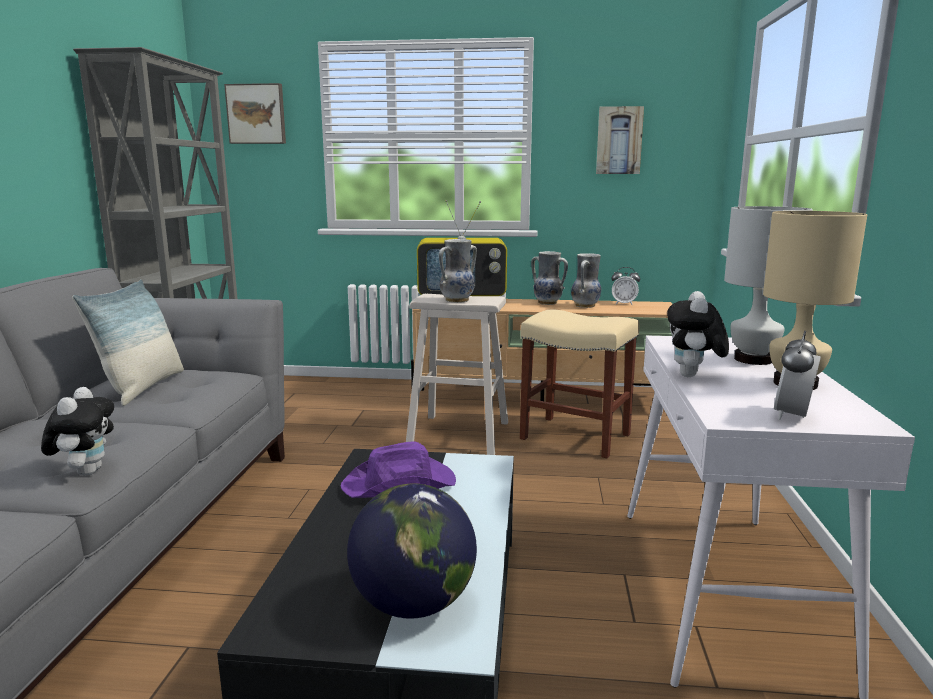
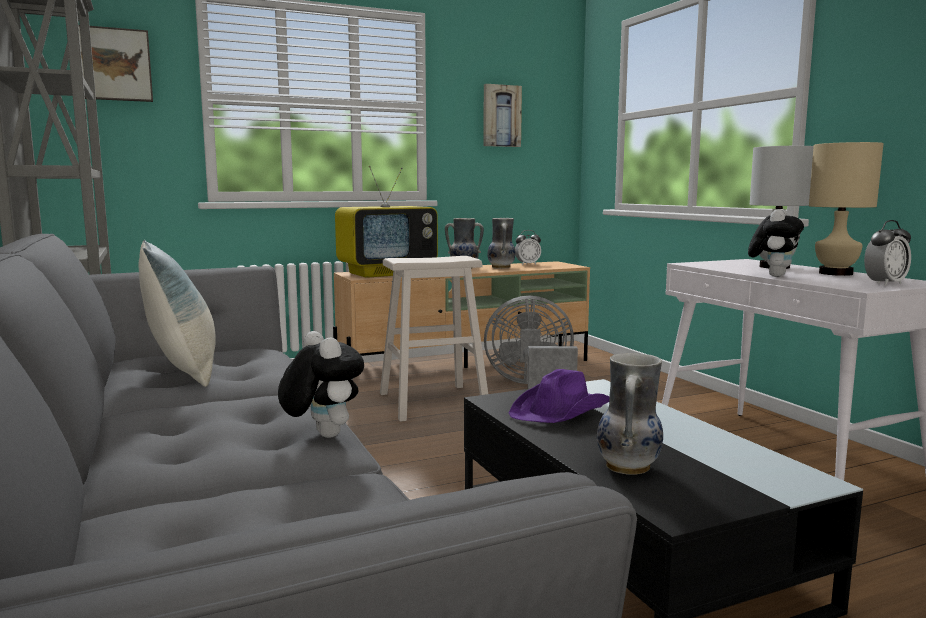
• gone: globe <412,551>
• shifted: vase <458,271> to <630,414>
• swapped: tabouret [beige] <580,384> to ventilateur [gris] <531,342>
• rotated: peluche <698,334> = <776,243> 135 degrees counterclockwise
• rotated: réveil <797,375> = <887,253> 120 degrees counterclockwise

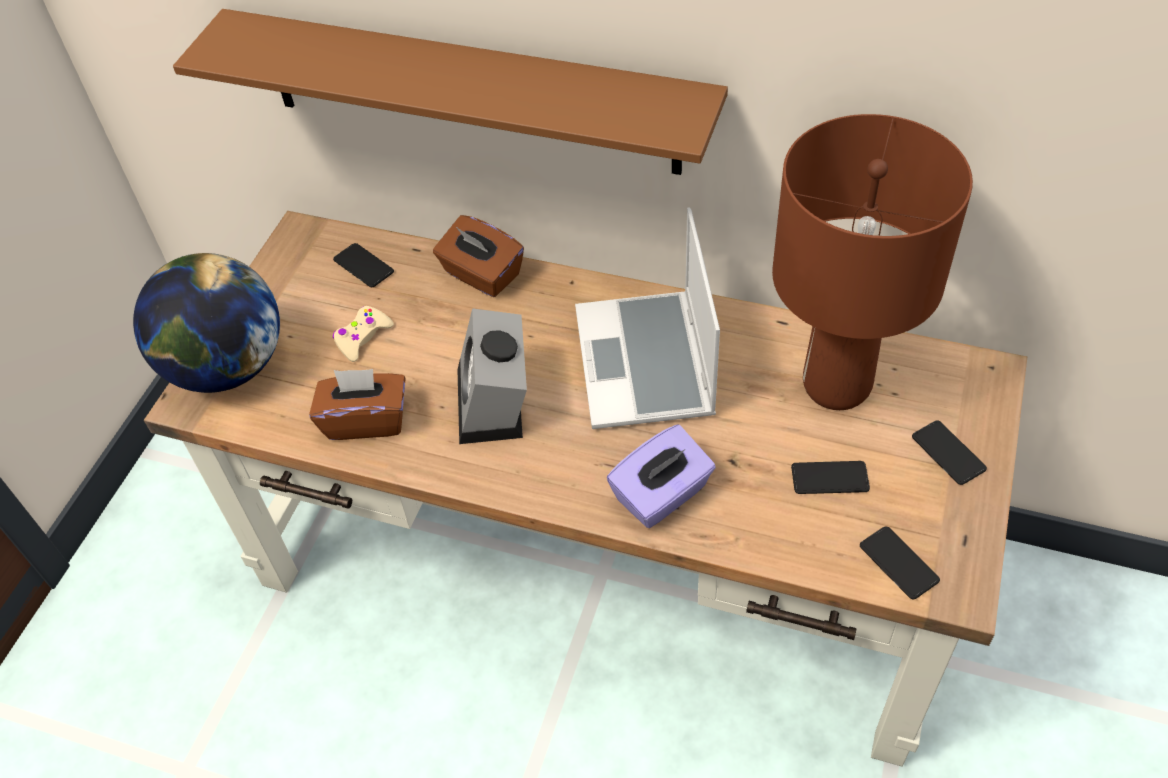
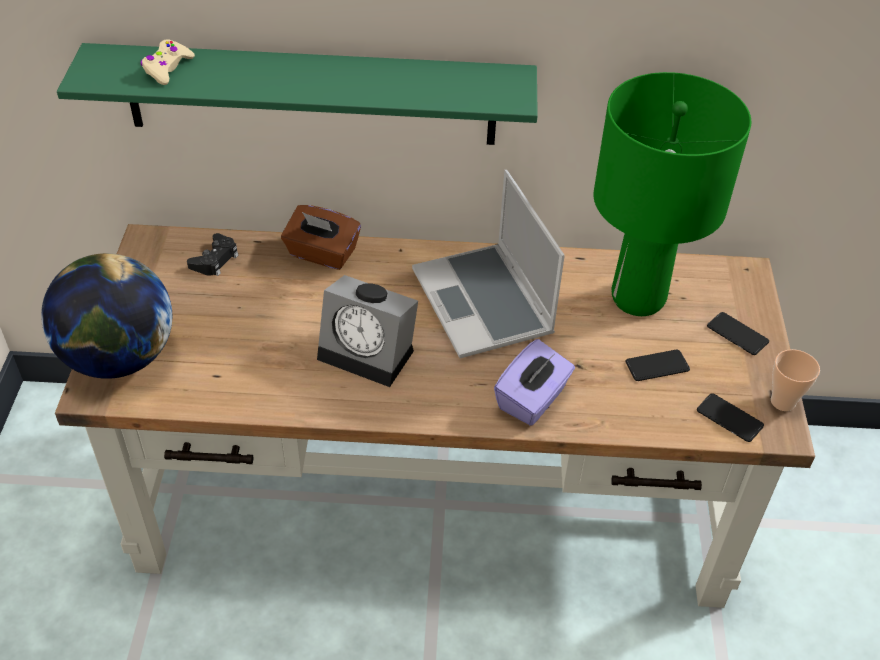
• repainted: étagère [marron] <450,92> to étagère [vert] <297,94>
• gone: boîte à mouchoirs [marron] <357,404>
• swapped: téléphone <363,265> to manette [noir] <213,254>
• shifted: manette [beige] <363,334> to <168,62>
• rotated: réveil <492,376> = <367,331> 45 degrees counterclockwise
• repainted: lampe de table [marron] <872,262> to lampe de table [vert] <672,194>
• new: tasse <795,380>

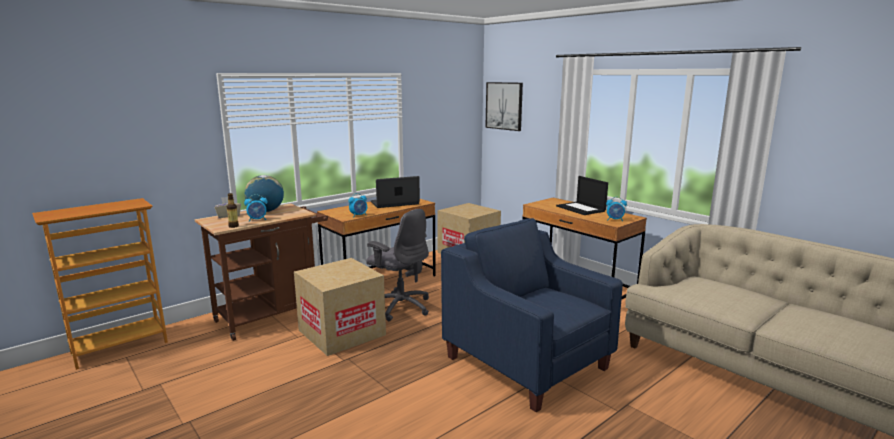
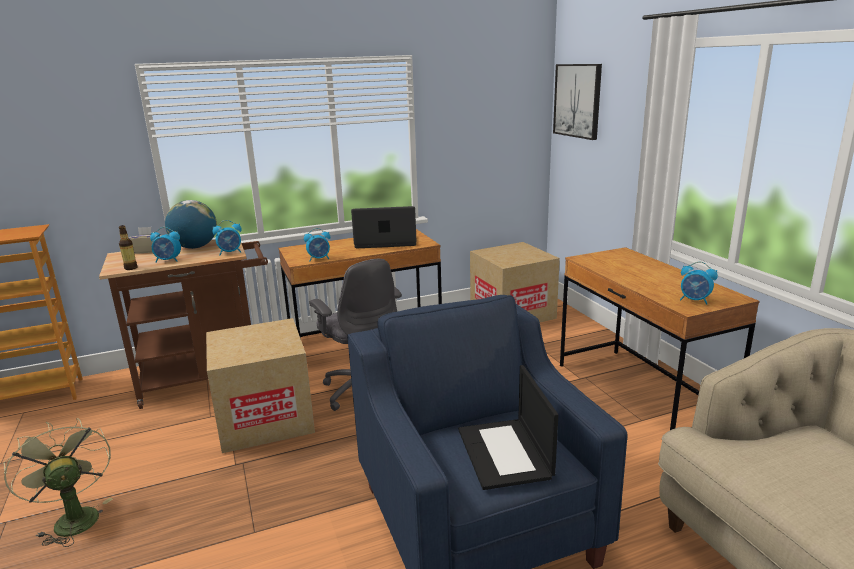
• shifted: ordinateur portable <582,195> to <508,427>
• new: ventilateur [vert] <58,482>
• new: réveil <227,237>

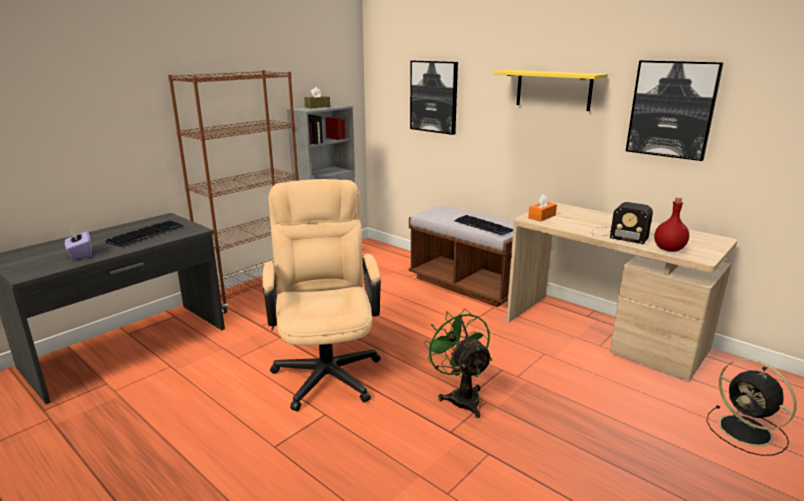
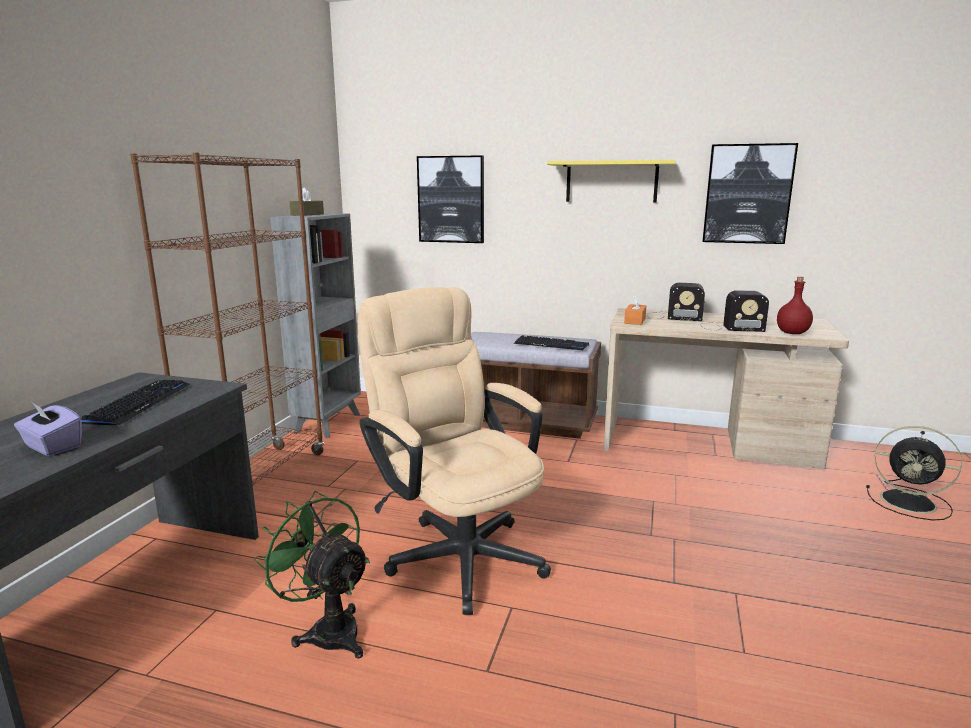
• shifted: ventilateur [vert] <458,363> to <312,575>
• new: radio <675,302>

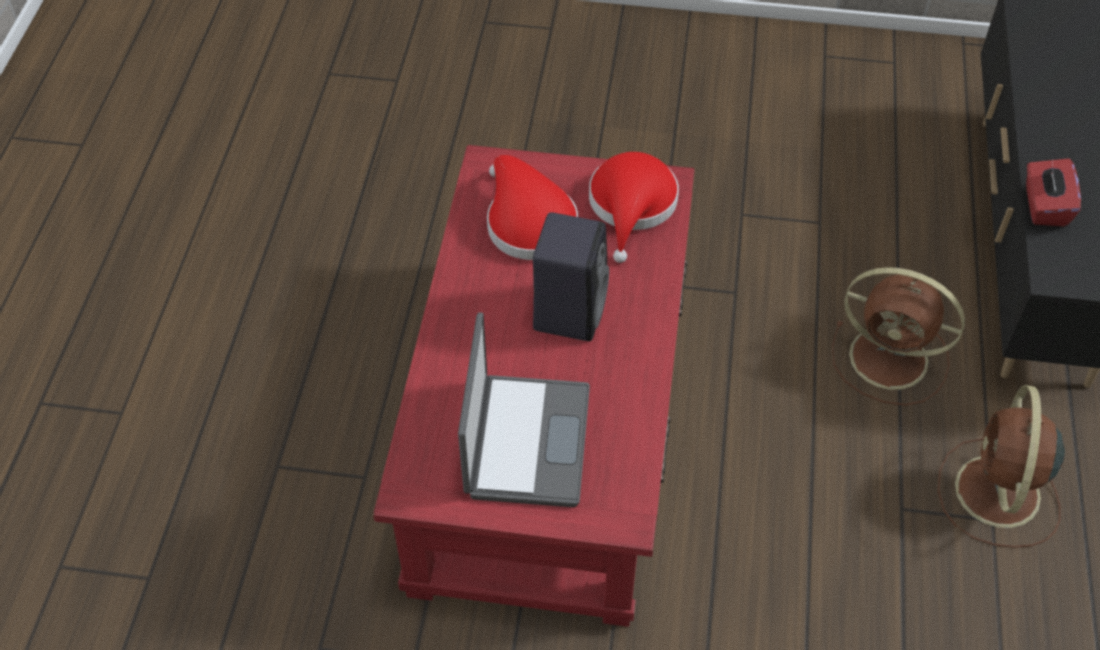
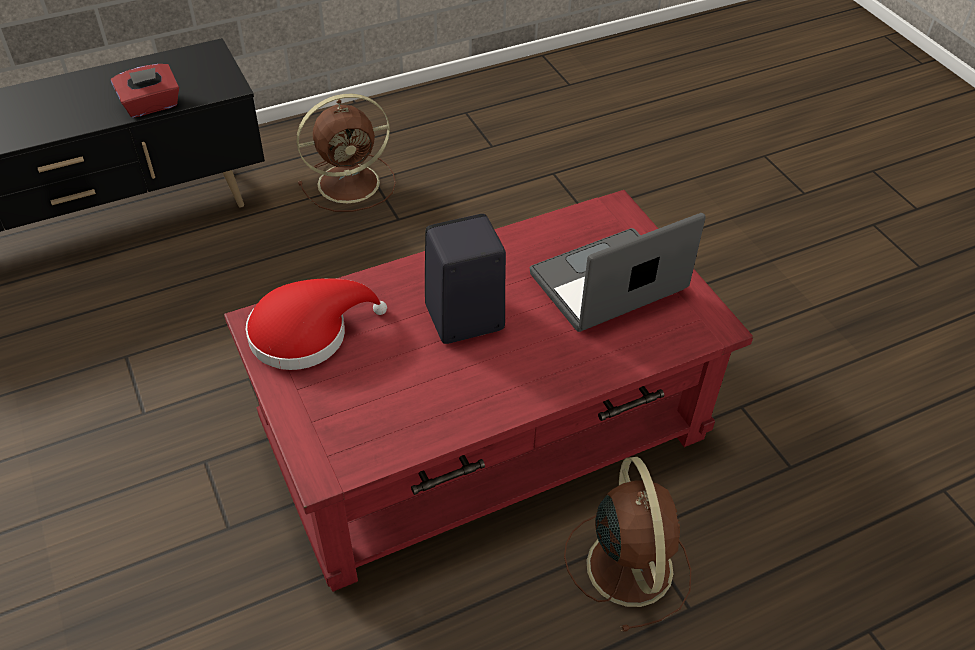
• gone: chapeau [rouge] <532,207>
• shifted: ventilateur [marron] <898,336> to <627,544>

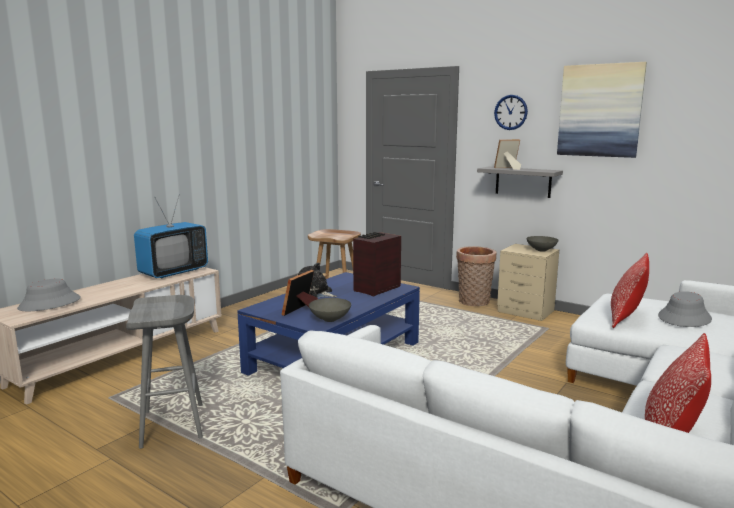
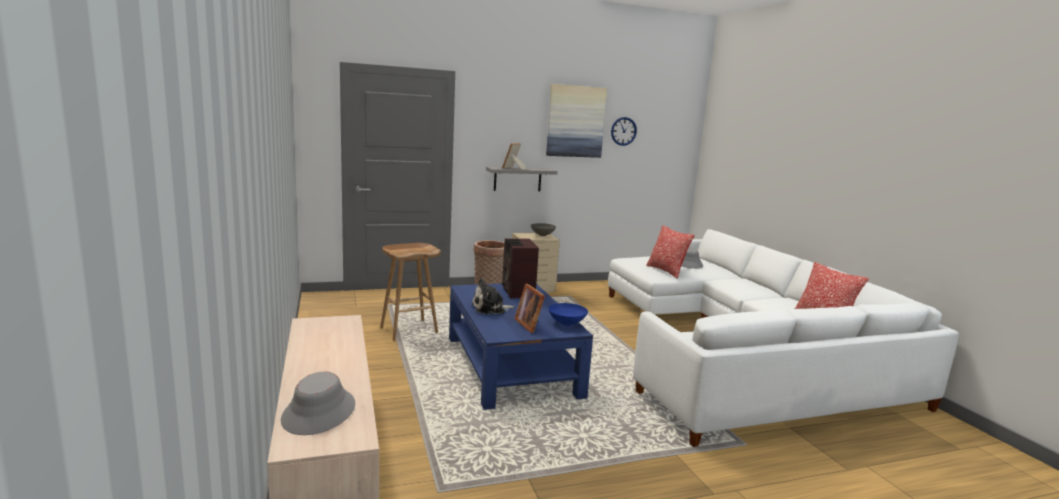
• gone: tabouret [gris] <164,372>
• gone: téléviseur <171,237>
• repainted: bol [gris] <330,310> to bol [bleu] <568,314>
• shifted: horloge murale <511,112> to <624,131>

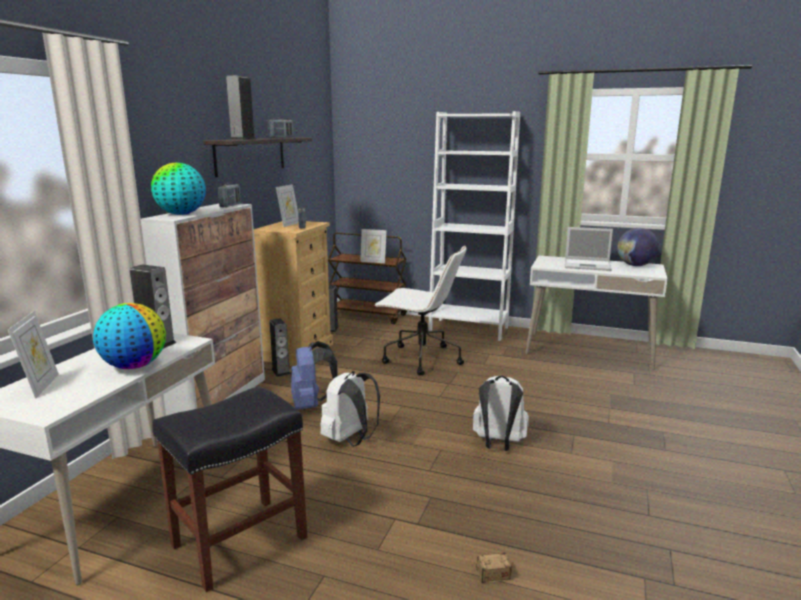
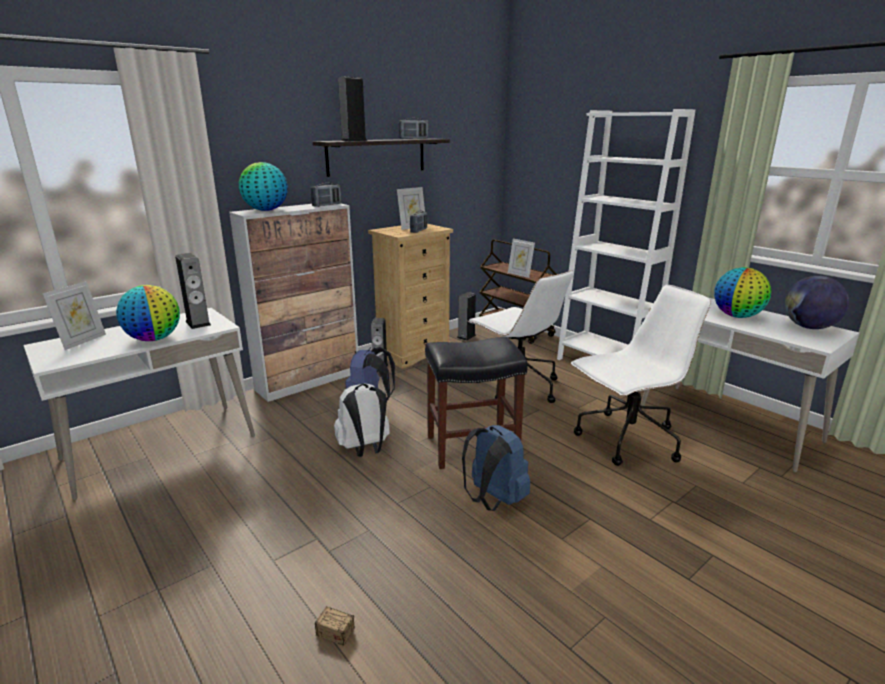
• shifted: tabouret [noir] <229,489> to <476,403>
• repainted: sac à dos [blanc] <501,413> to sac à dos [bleu] <496,468>
• swapped: ordinateur portable <589,249> to globe <742,292>
• new: chaise de bureau [blanc] <641,375>

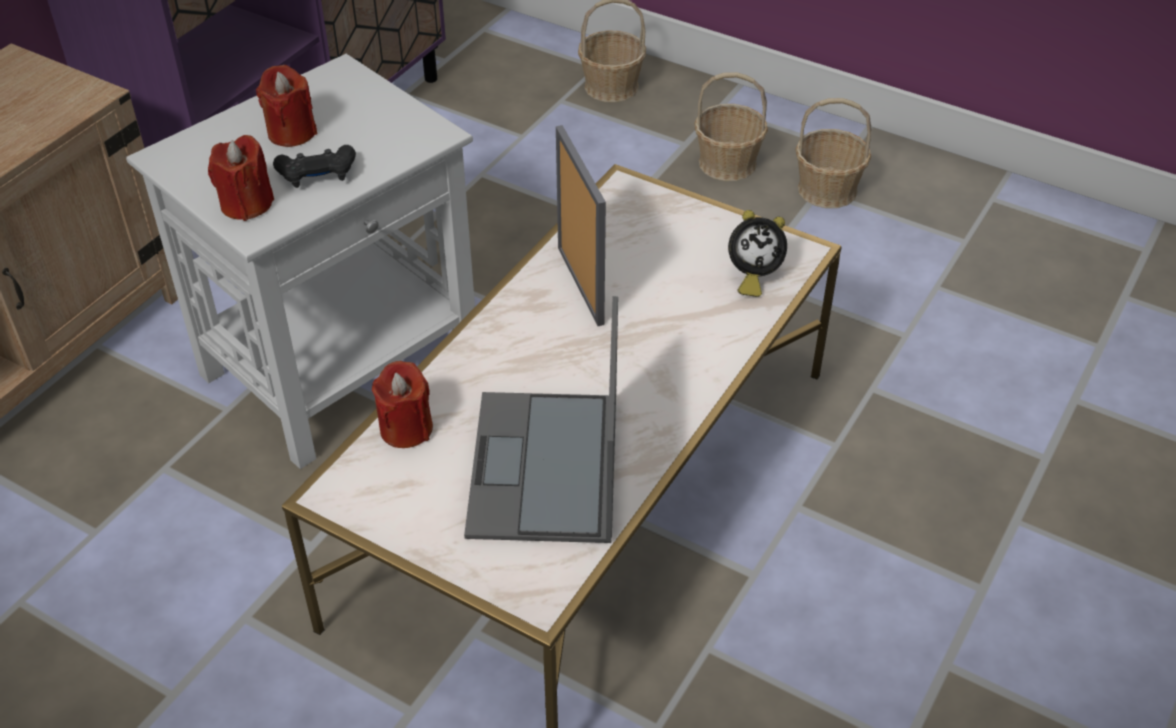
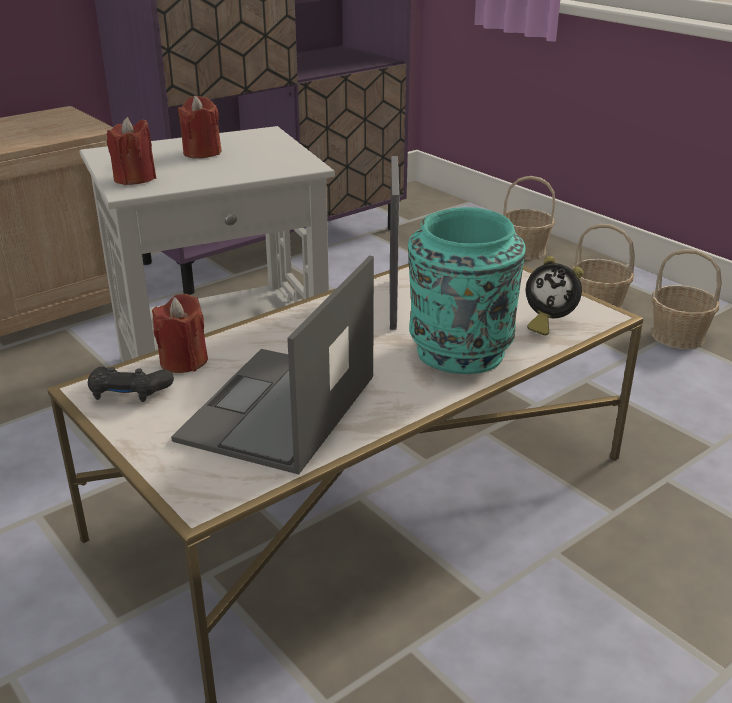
• shifted: manette [noir] <314,166> to <131,384>
• new: vase [turquoise] <467,290>

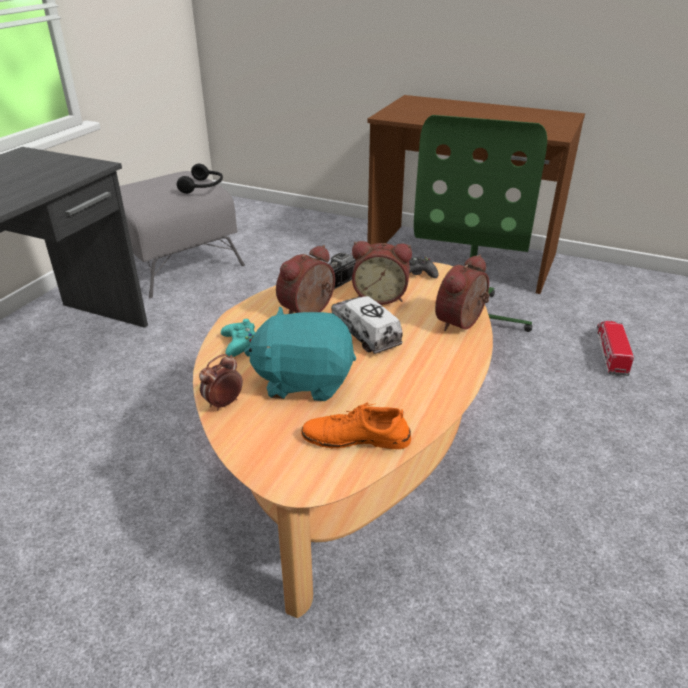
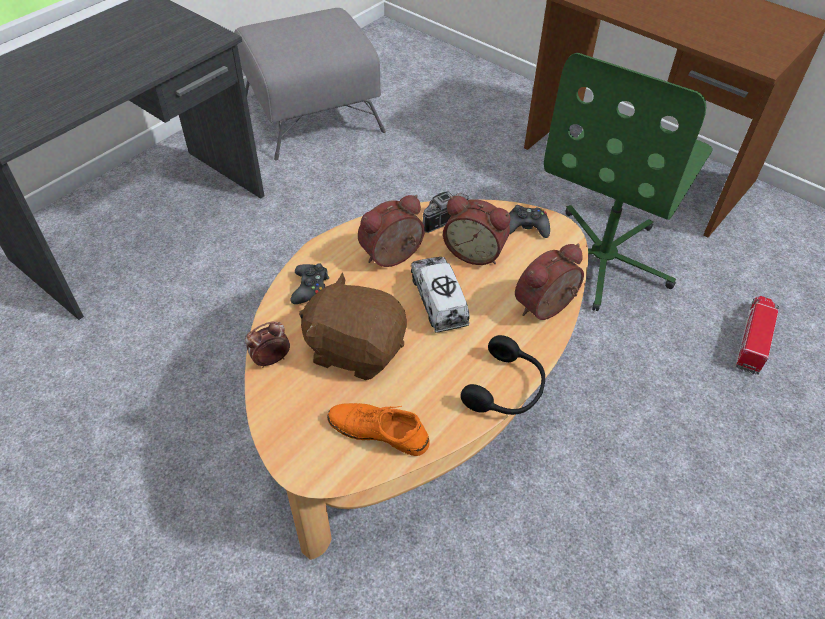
• shifted: casque audio [noir] <200,179> to <503,375>
• repainted: manette [turquoise] <238,338> to manette [noir] <309,283>
• repainted: peluche [turquoise] <300,353> to peluche [marron] <353,326>

